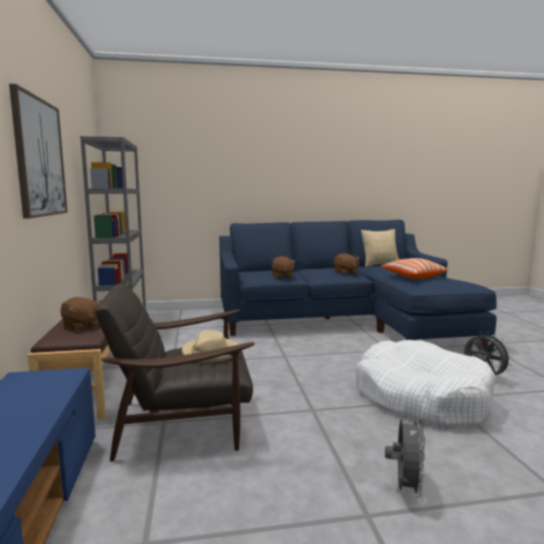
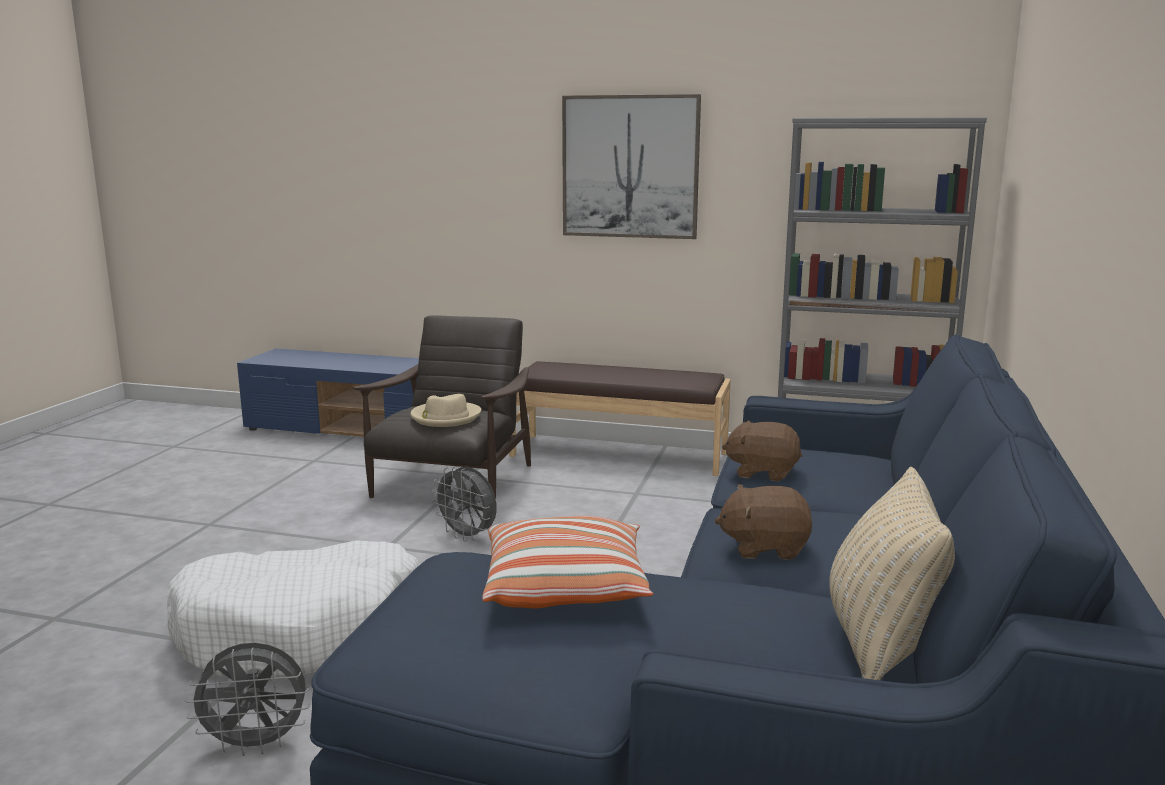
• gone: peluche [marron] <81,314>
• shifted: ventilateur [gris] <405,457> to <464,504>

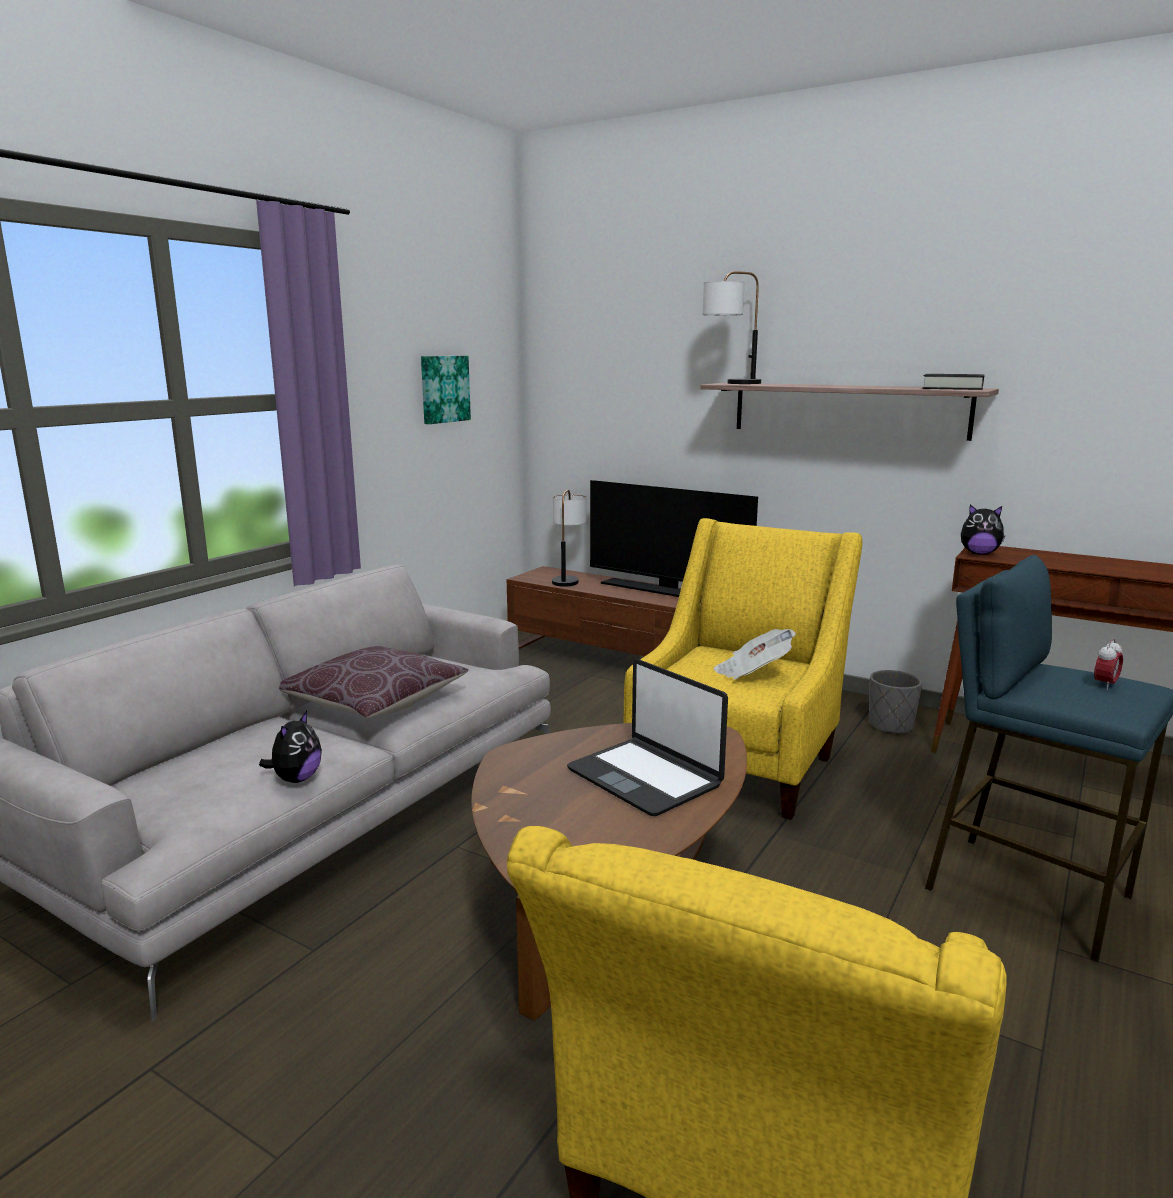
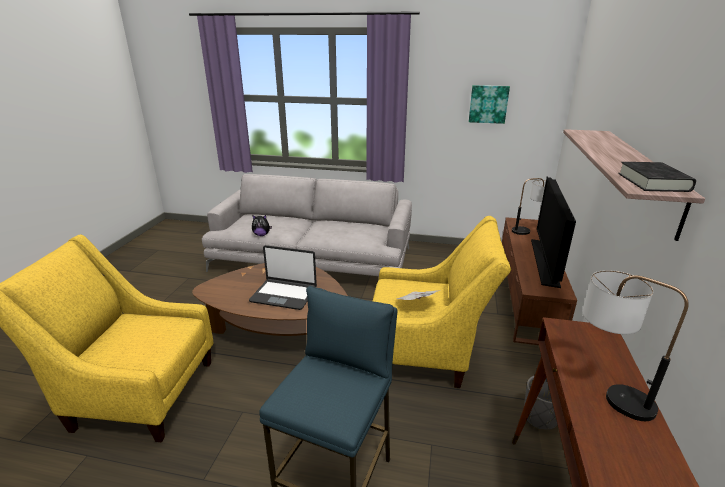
• gone: coussin [marron] <374,682>
• rotated: ordinateur portable <647,737> = <283,277> 105 degrees counterclockwise
• shifted: lampe de table <731,327> to <635,345>
• gone: peluche <983,529>
• gone: réveil <1108,664>

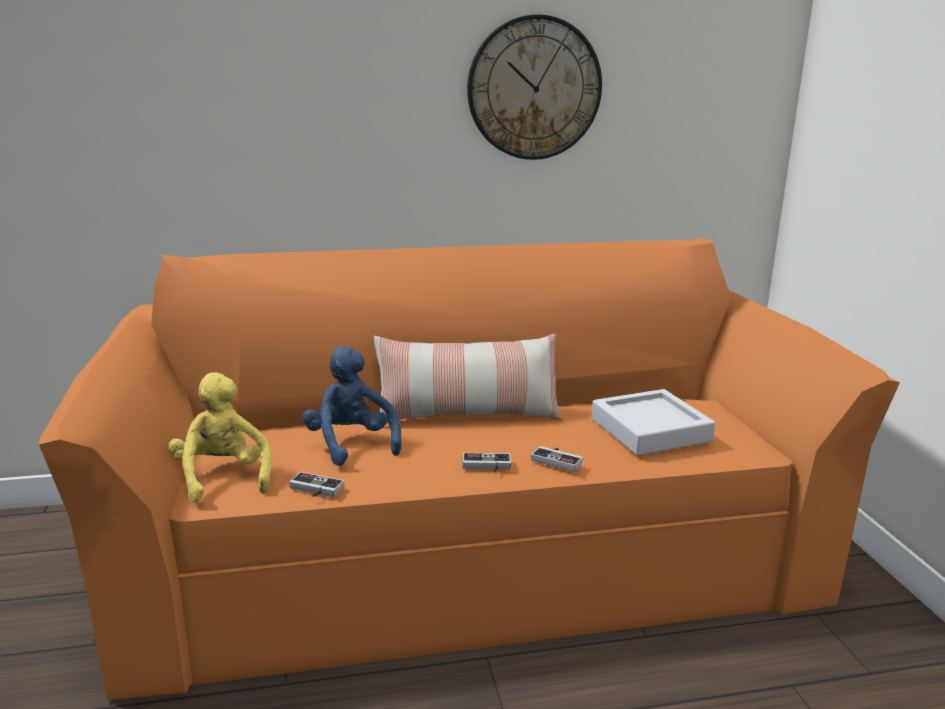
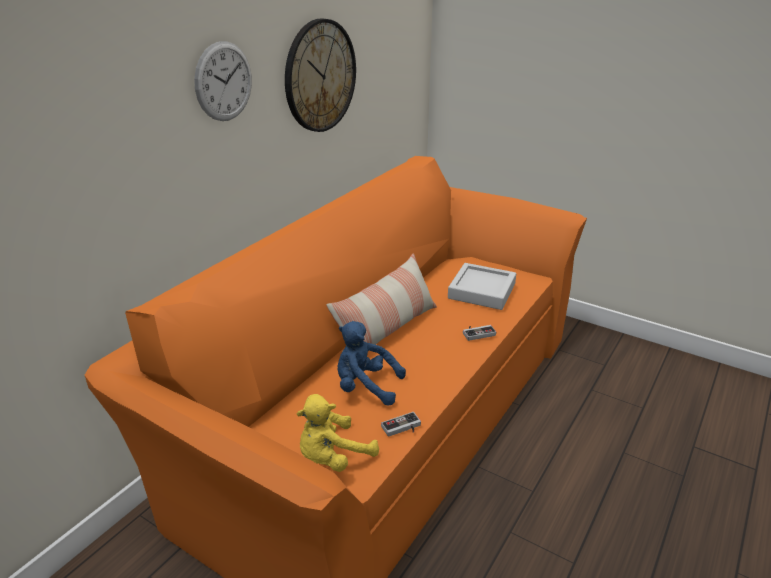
• rotated: peluche [jaune] <220,437> = <338,433> 60 degrees counterclockwise
• gone: manette <486,462>
• new: horloge murale <223,81>

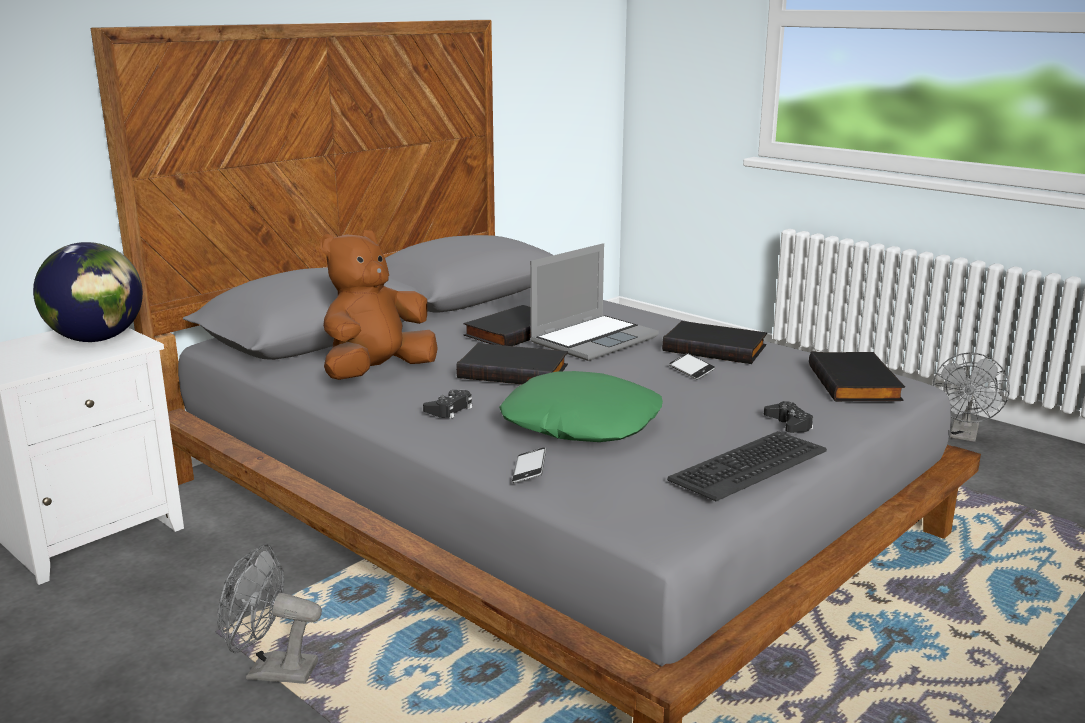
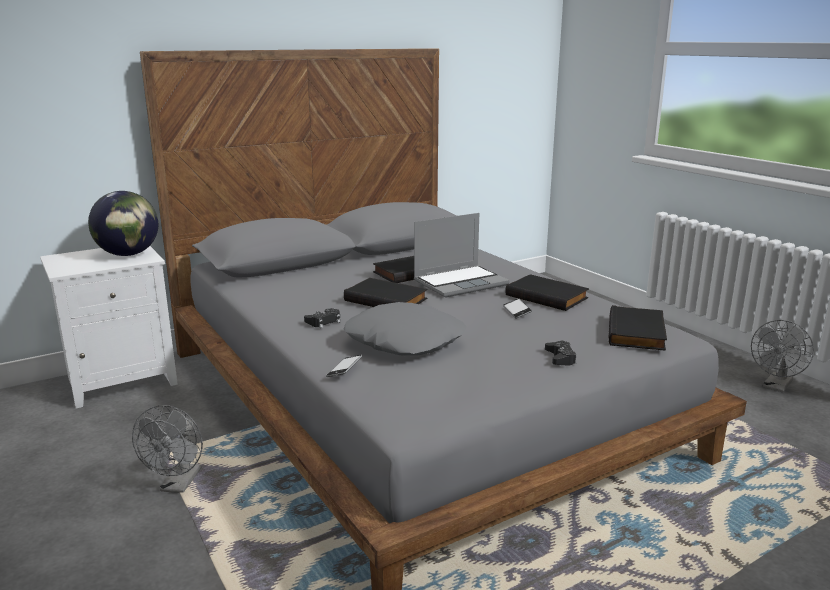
• rotated: ventilateur [gris] <269,614> = <167,449> 105 degrees counterclockwise
• gone: peluche [marron] <379,305>
• repainted: coussin [vert] <581,406> to coussin [gris] <405,328>
• gone: clavier <747,466>

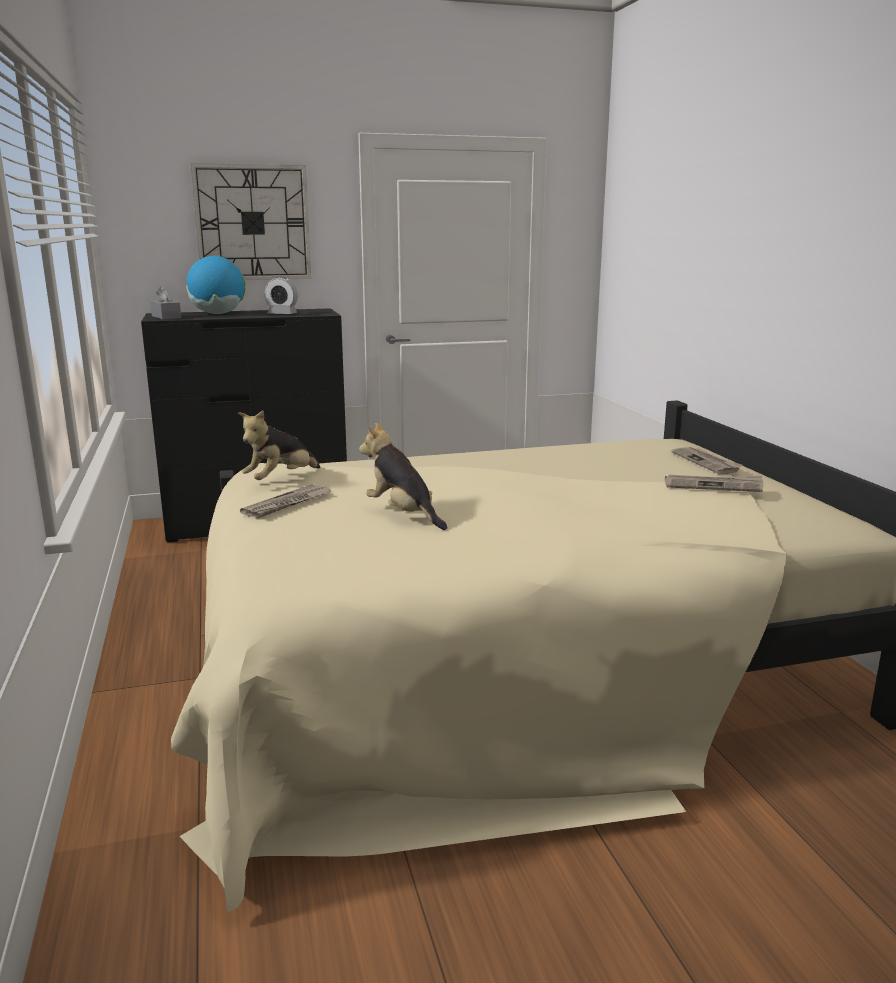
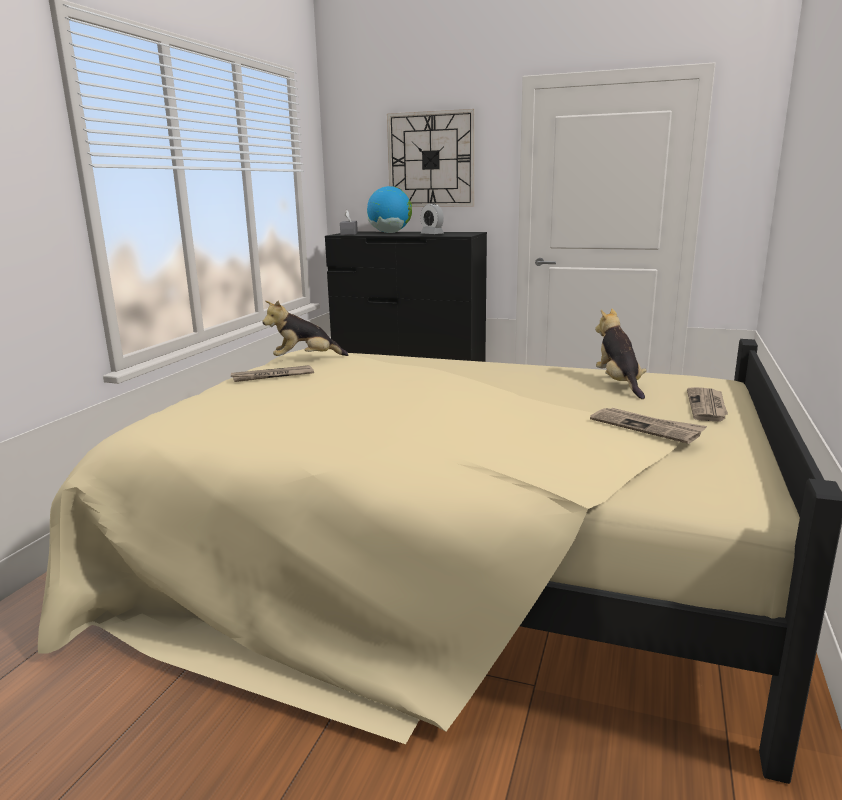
• shifted: peluche <403,476> to <620,354>

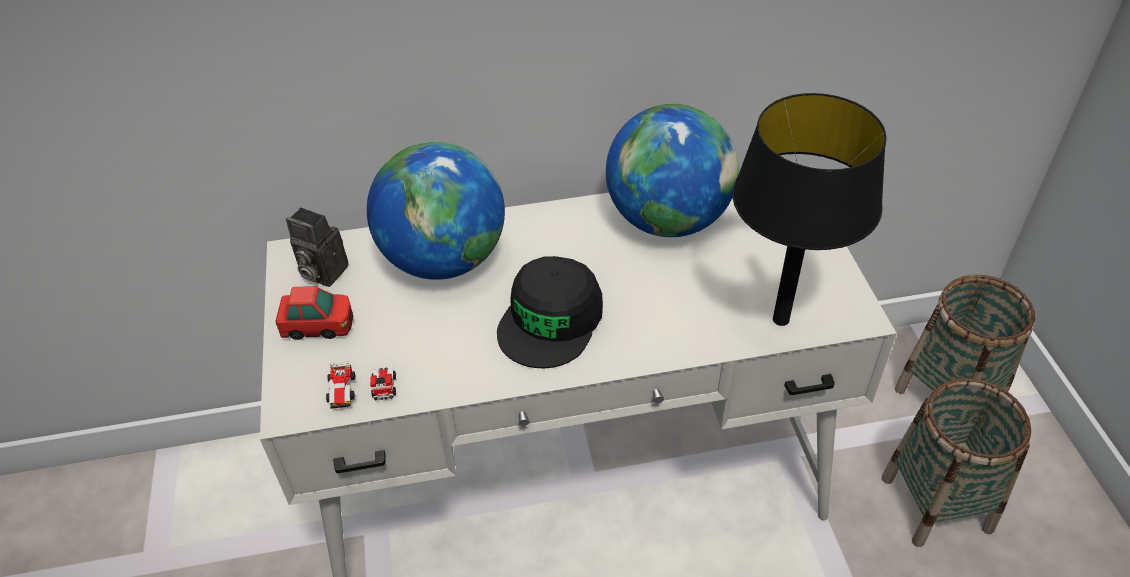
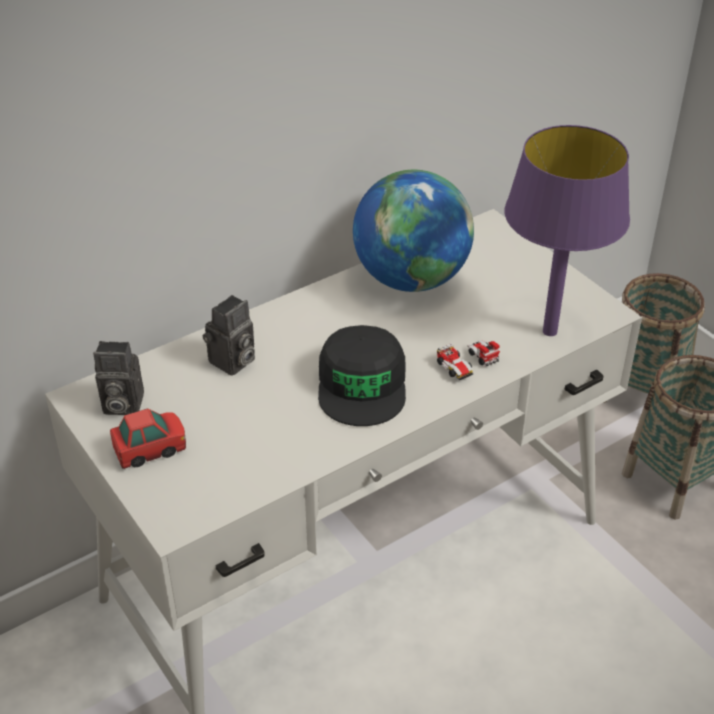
• shifted: petite voiture <361,385> to <468,360>
• swapped: globe <436,211> to appareil photo <229,335>
• repainted: lampe de table [noir] <809,209> to lampe de table [violet] <567,230>

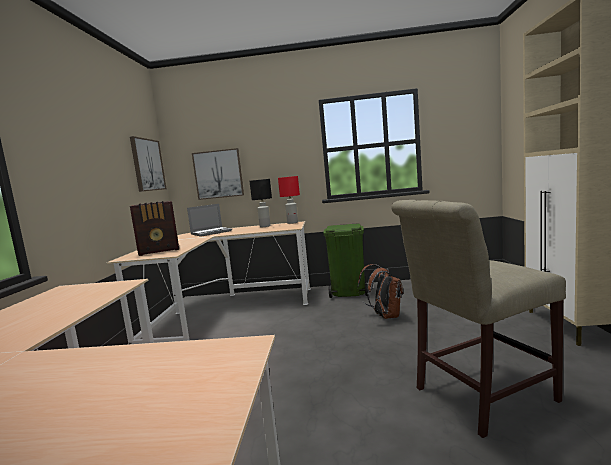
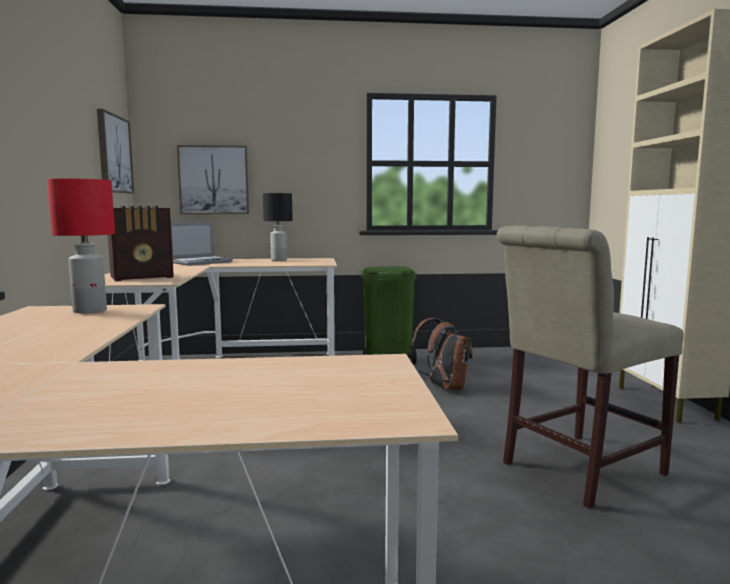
• shifted: lampe de table [rouge] <289,200> to <81,246>

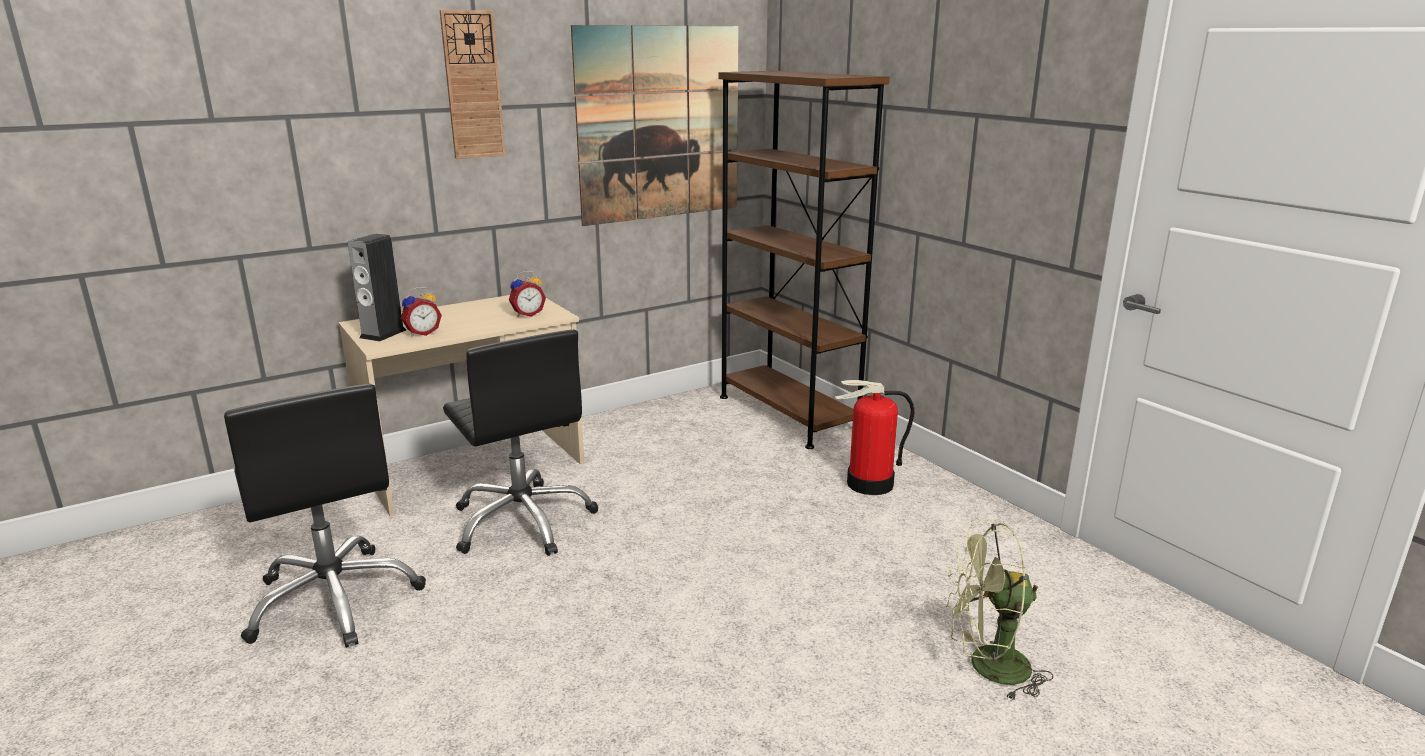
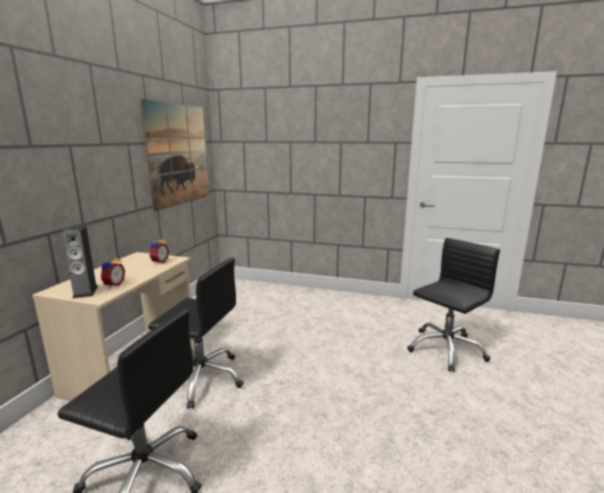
• gone: horloge murale <472,84>
• gone: bibliothèque [marron] <804,260>
• gone: extincteur <875,437>
• swapped: ventilateur [vert] <999,610> to chaise de bureau [noir] <453,305>

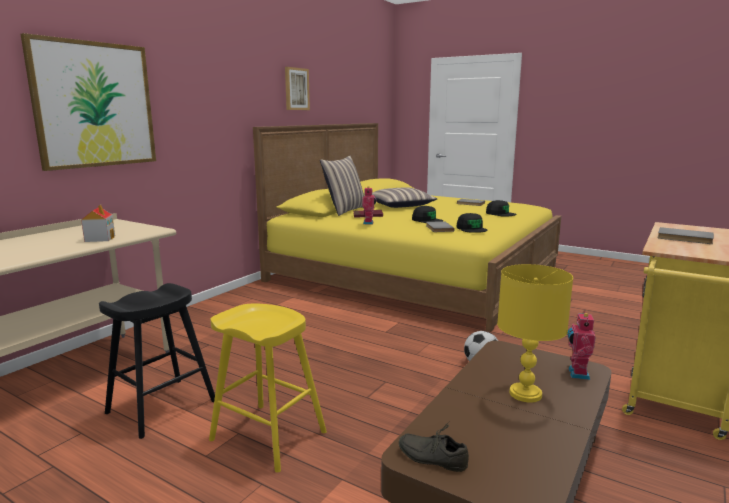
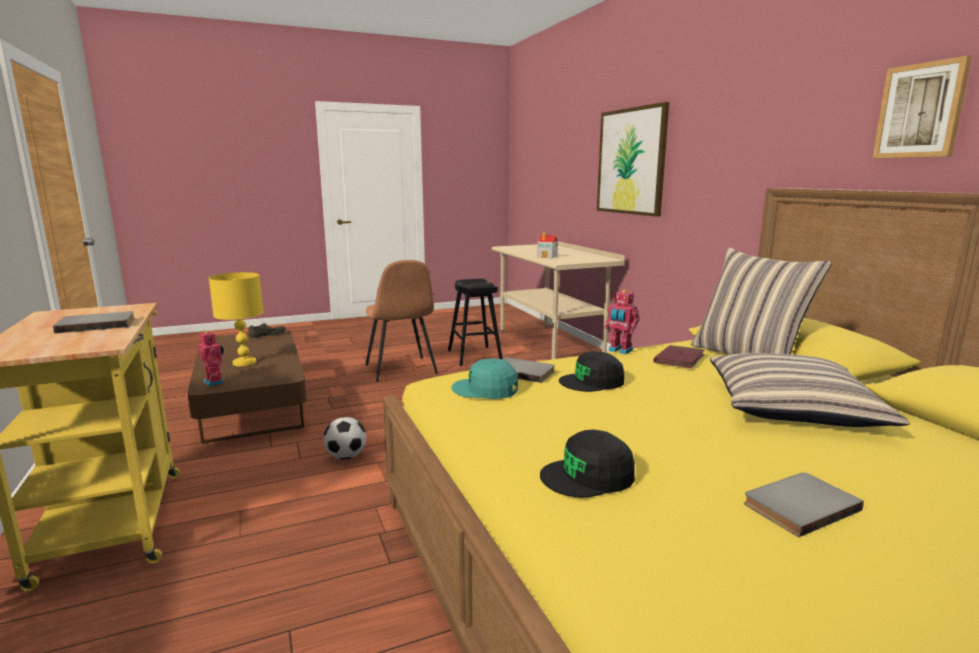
• swapped: tabouret [jaune] <268,388> to chaise [marron] <401,321>
• repainted: casquette [noir] <472,223> to casquette [turquoise] <485,379>

